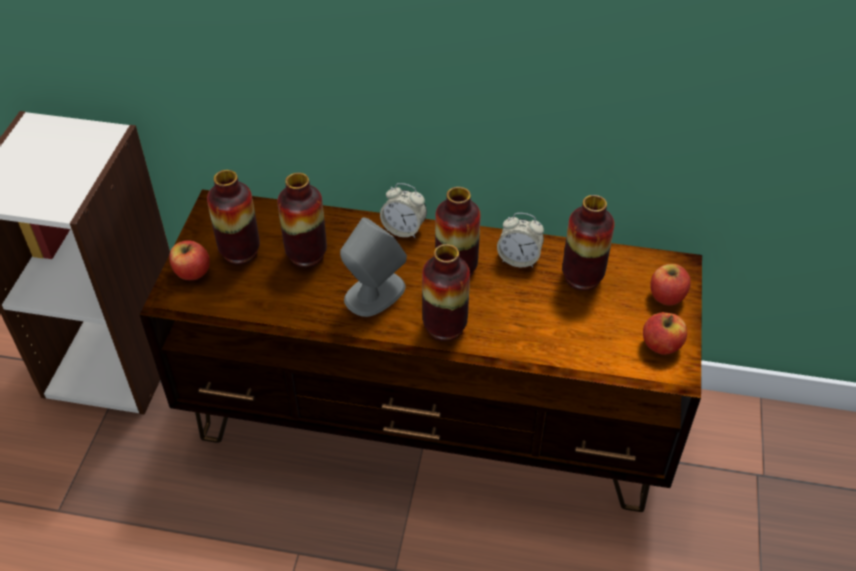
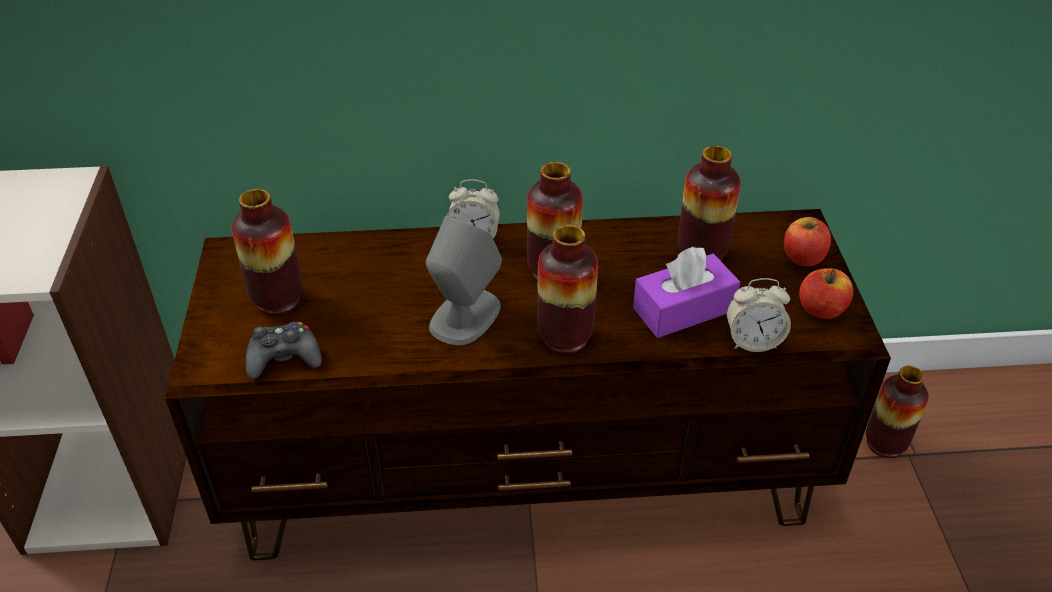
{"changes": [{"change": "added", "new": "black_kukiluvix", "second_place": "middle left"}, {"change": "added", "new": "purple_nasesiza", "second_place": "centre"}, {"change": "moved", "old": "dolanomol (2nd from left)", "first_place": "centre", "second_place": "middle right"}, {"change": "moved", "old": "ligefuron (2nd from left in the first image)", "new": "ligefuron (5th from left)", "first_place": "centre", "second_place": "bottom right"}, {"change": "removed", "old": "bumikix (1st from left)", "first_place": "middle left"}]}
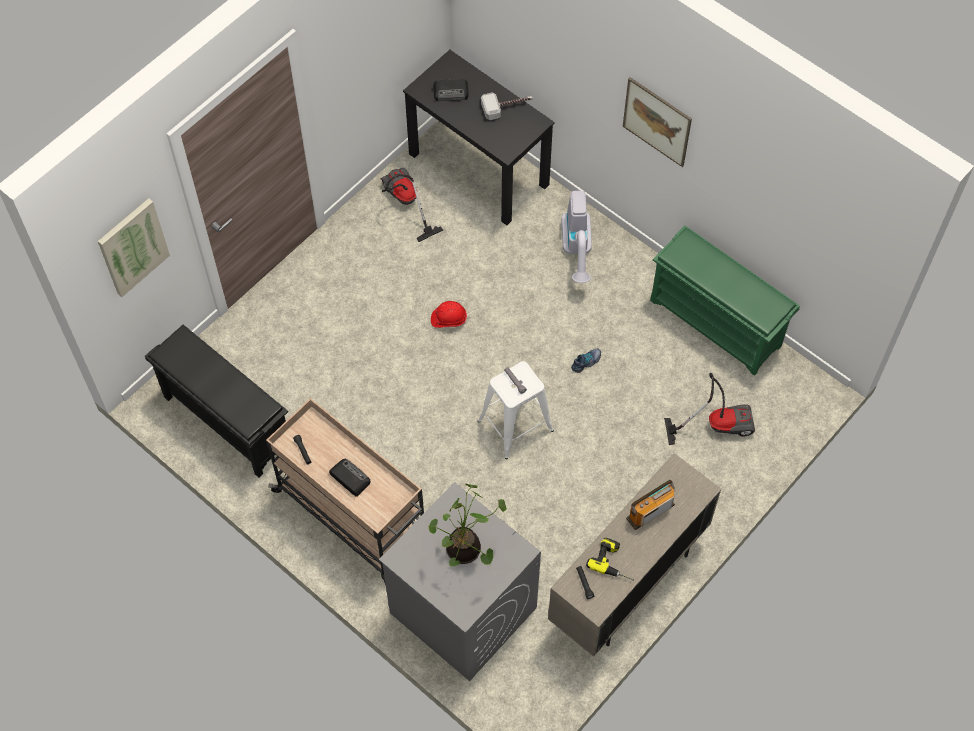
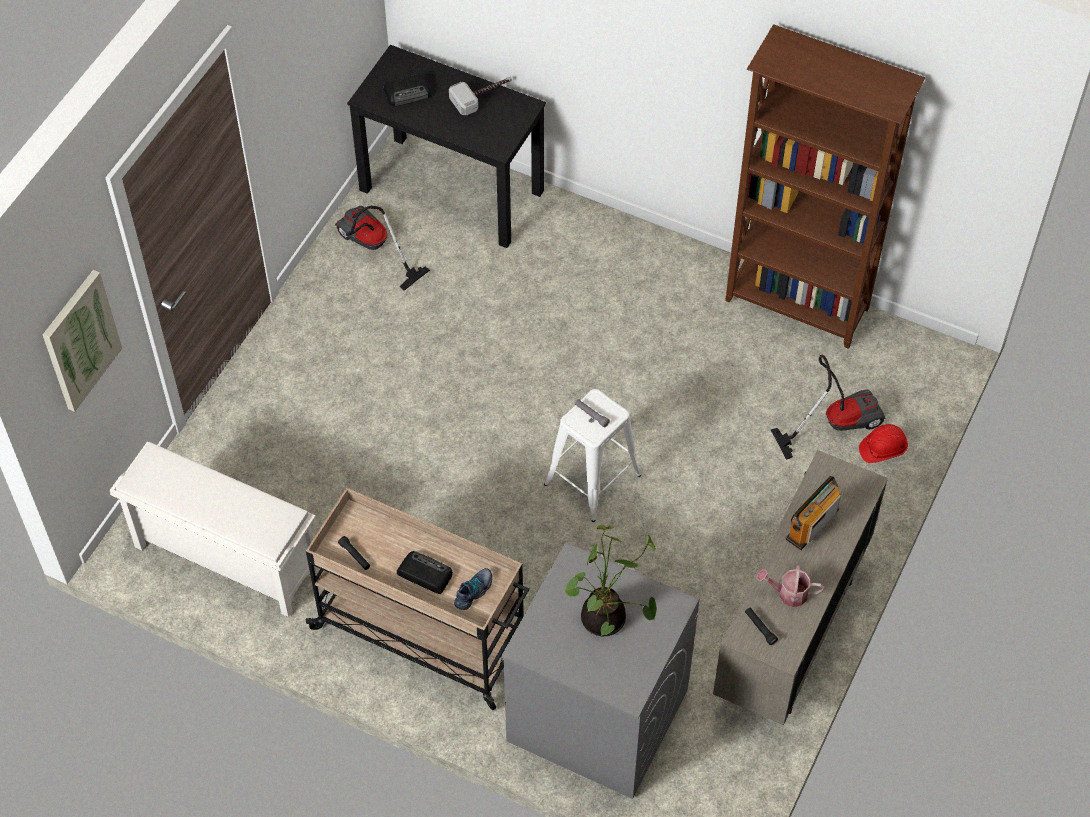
{"changes": [{"change": "recoloured", "old": "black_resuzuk", "new": "white_resuzuk", "first_place": "middle left", "second_place": "middle left"}, {"change": "moved", "old": "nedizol", "first_place": "centre", "second_place": "bottom centre"}, {"change": "replaced", "old": "green_resuzuk", "new": "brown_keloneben", "first_place": "middle right", "second_place": "top right"}, {"change": "replaced", "old": "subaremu", "new": "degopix", "first_place": "bottom centre", "second_place": "bottom right"}, {"change": "moved", "old": "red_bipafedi", "first_place": "centre", "second_place": "middle right"}, {"change": "removed", "old": "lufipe (2nd from left)", "first_place": "top centre"}, {"change": "removed", "old": "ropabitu (2nd from left)", "first_place": "top right"}]}
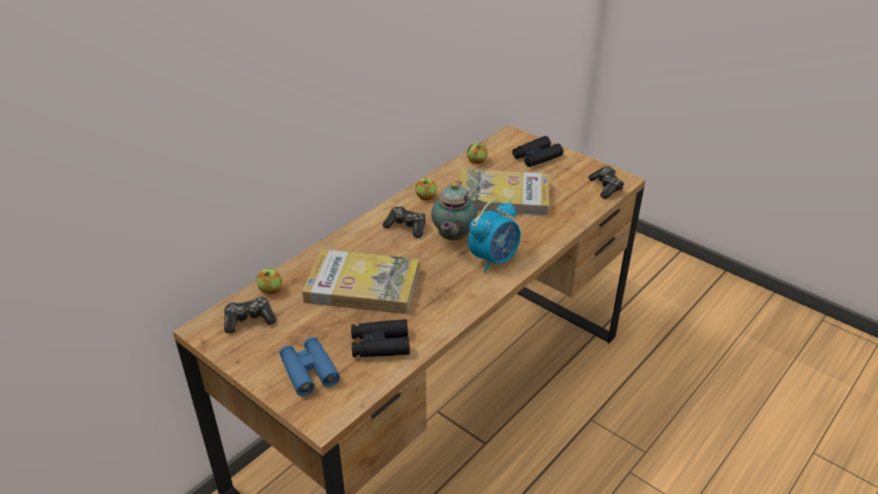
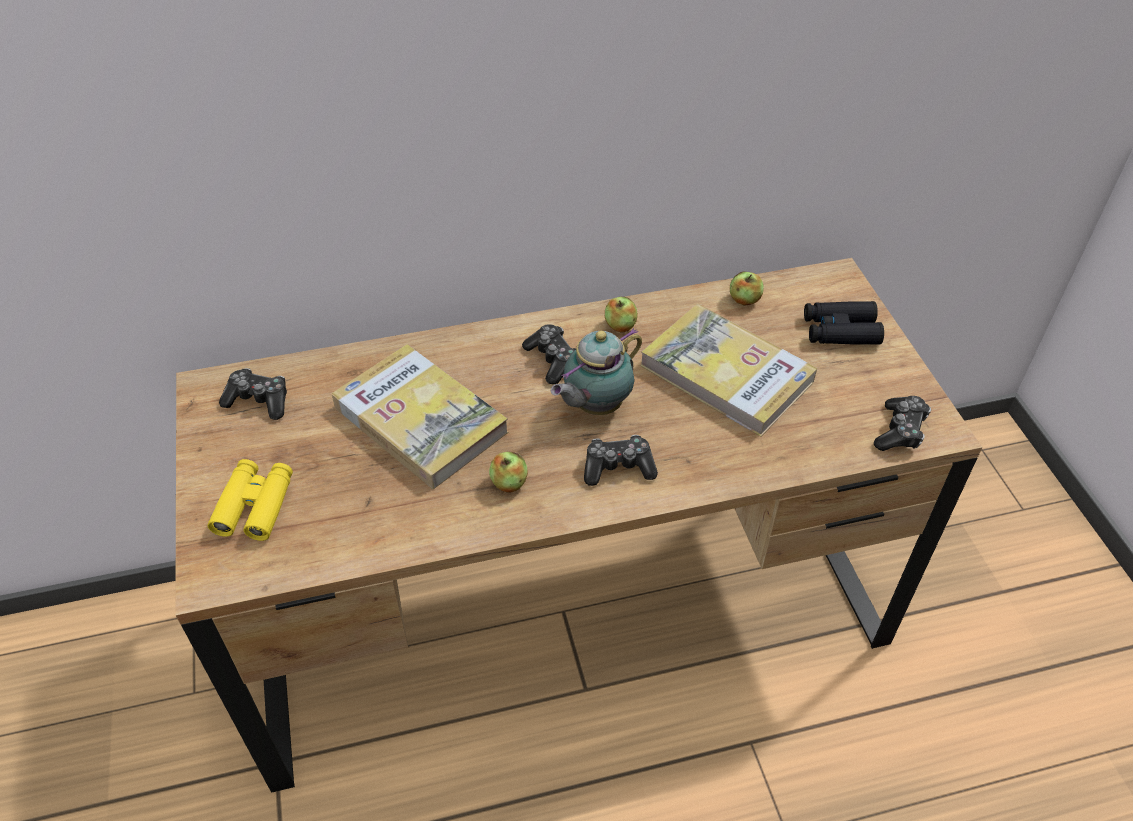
{"changes": [{"change": "recoloured", "old": "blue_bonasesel", "new": "yellow_bonasesel", "first_place": "bottom centre", "second_place": "middle left"}, {"change": "moved", "old": "bumikix (1st from left)", "first_place": "middle left", "second_place": "centre"}, {"change": "replaced", "old": "dolanomol", "new": "kukiluvix (3rd from left)", "first_place": "centre", "second_place": "centre"}, {"change": "removed", "old": "black_bonasesel (1st from left)", "first_place": "bottom centre"}]}
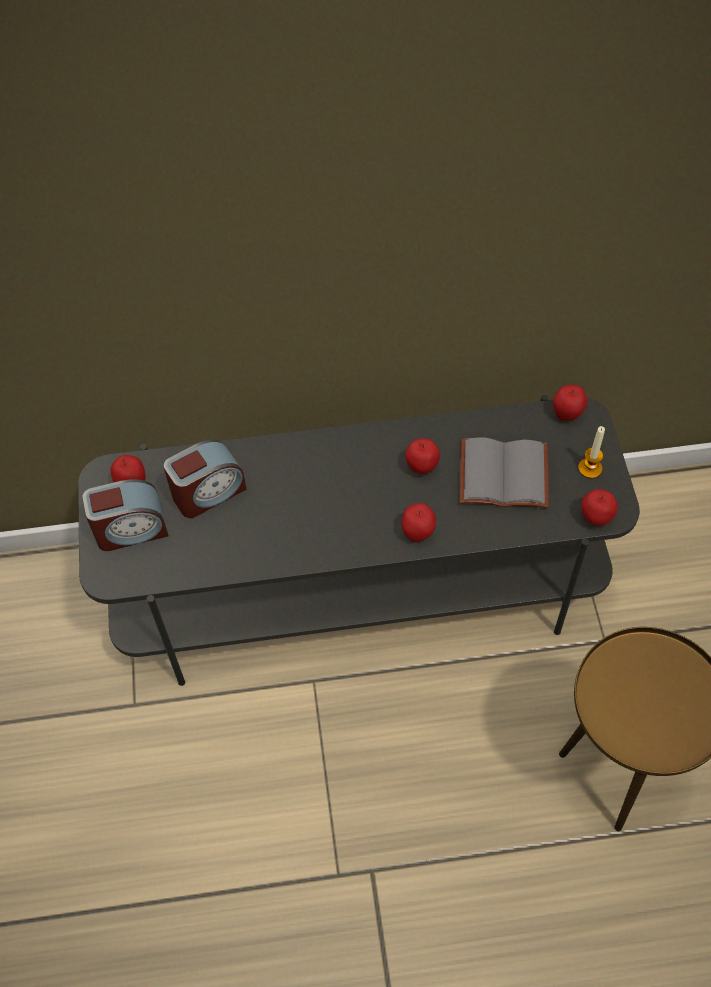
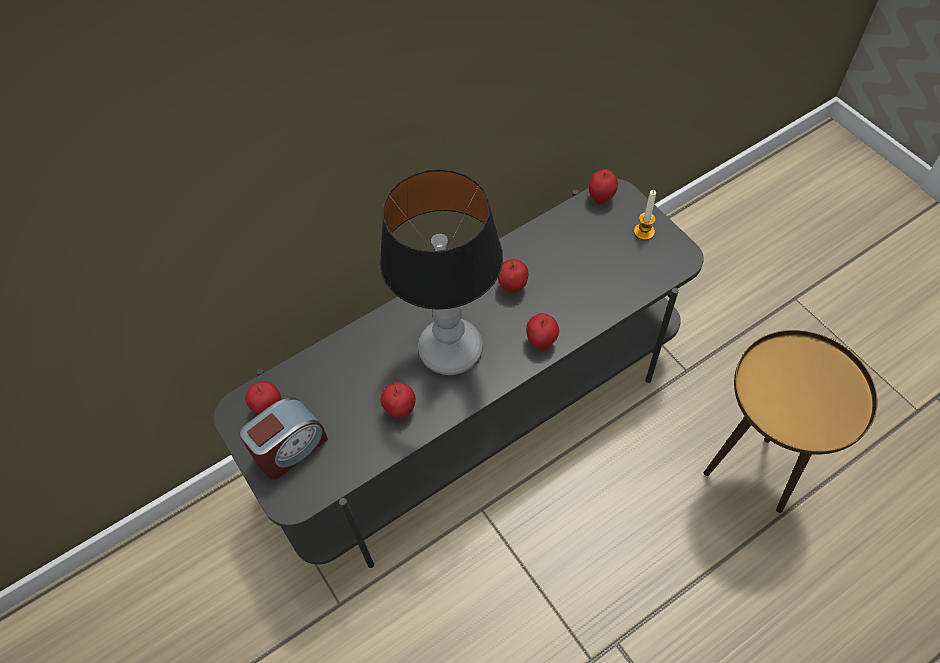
{"changes": [{"change": "added", "new": "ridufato", "second_place": "centre"}, {"change": "moved", "old": "bumikix (5th from left in the first image)", "new": "bumikix (2nd from left)", "first_place": "middle right", "second_place": "centre"}, {"change": "removed", "old": "dolanomol (2nd from left)", "first_place": "middle left"}, {"change": "removed", "old": "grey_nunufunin", "first_place": "middle right"}]}
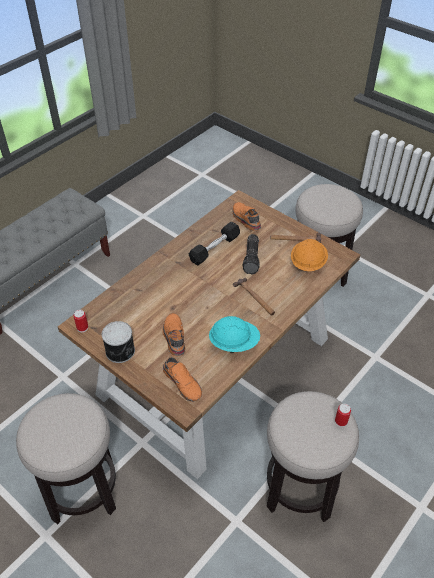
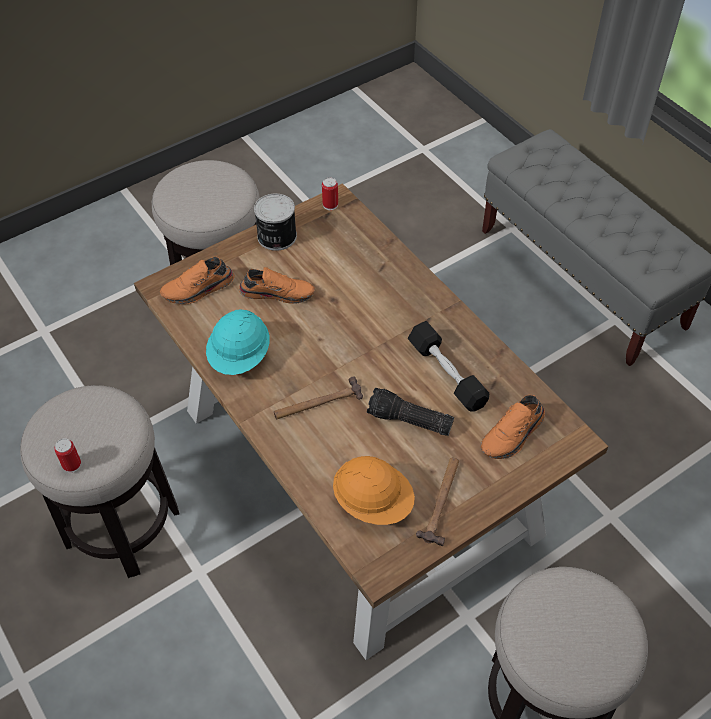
{"changes": [{"change": "turned", "old": "orange_nedizol (3rd from left)", "first_place": "centre", "second_place": "middle right", "degrees": 150}]}
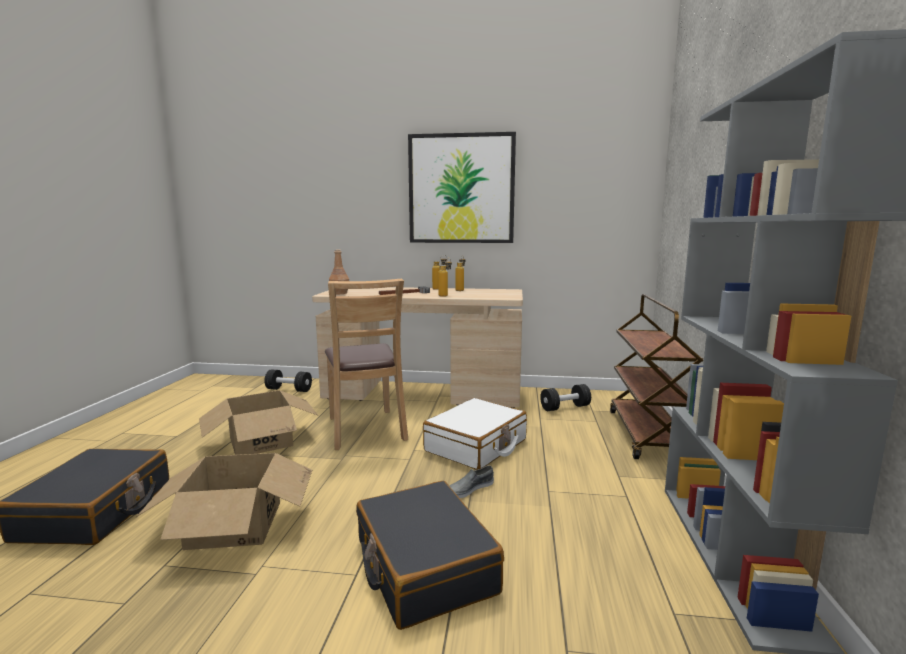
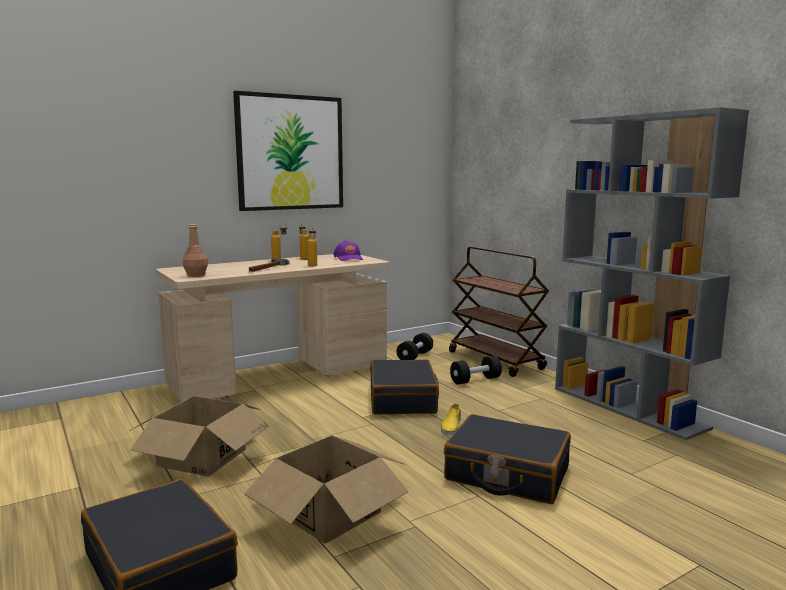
{"changes": [{"change": "added", "new": "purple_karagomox", "second_place": "centre"}, {"change": "recoloured", "old": "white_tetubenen", "new": "black_tetubenen (2nd from left)", "first_place": "centre", "second_place": "centre"}, {"change": "recoloured", "old": "grey_nedizol", "new": "yellow_nedizol", "first_place": "bottom centre", "second_place": "bottom centre"}, {"change": "moved", "old": "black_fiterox (1st from left in the first image)", "new": "black_fiterox (2nd from left)", "first_place": "middle left", "second_place": "centre"}, {"change": "removed", "old": "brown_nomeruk", "first_place": "centre"}]}
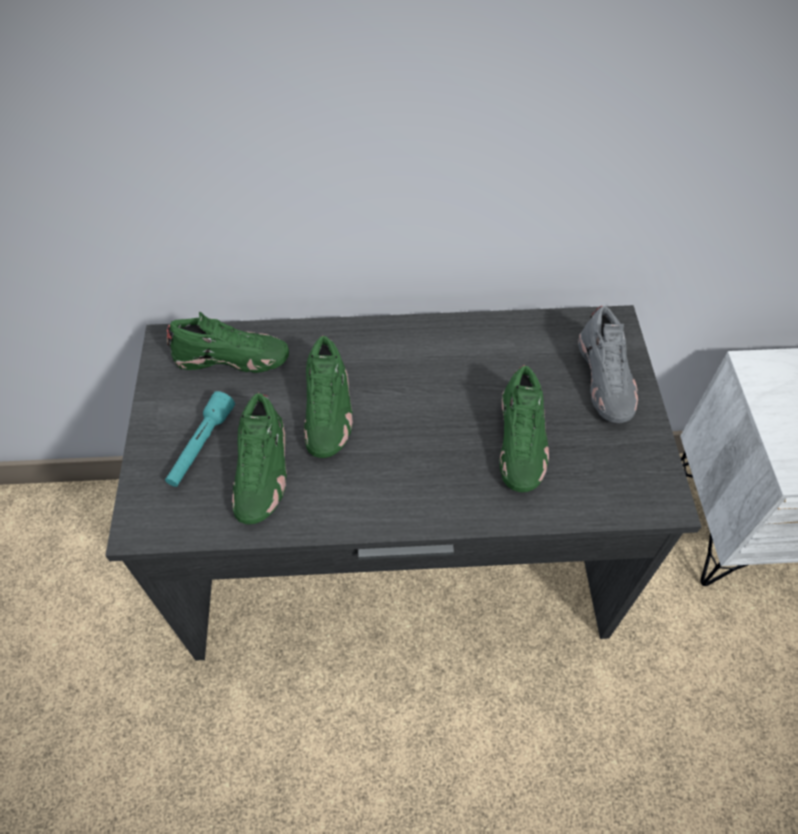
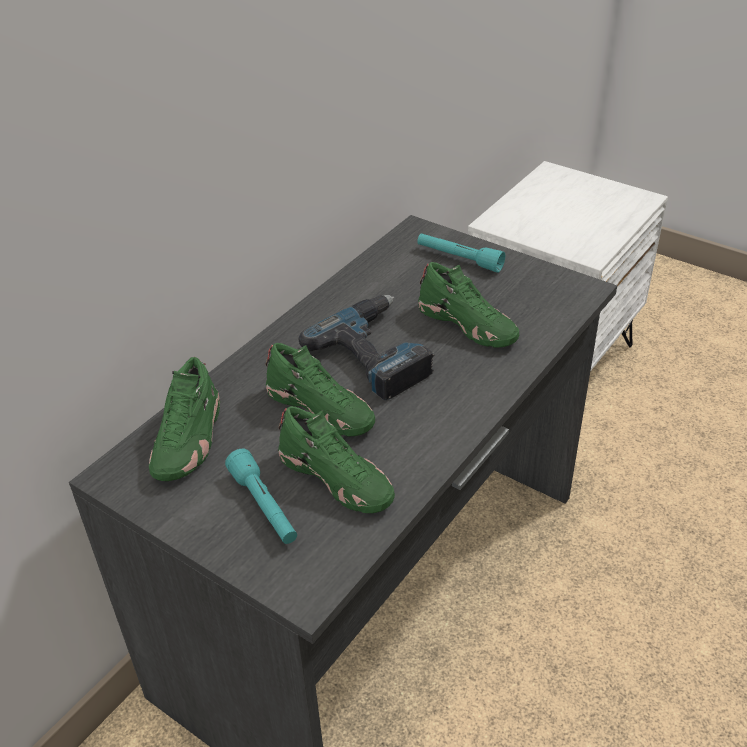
{"changes": [{"change": "turned", "old": "green_nedizol (1st from left)", "first_place": "middle left", "second_place": "middle left", "degrees": 150}, {"change": "added", "new": "subaremu", "second_place": "centre"}, {"change": "replaced", "old": "grey_nedizol", "new": "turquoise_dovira (2nd from left)", "first_place": "middle right", "second_place": "centre"}]}
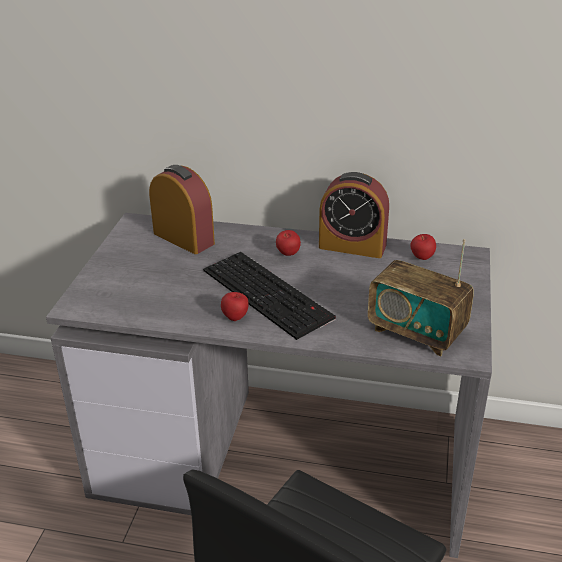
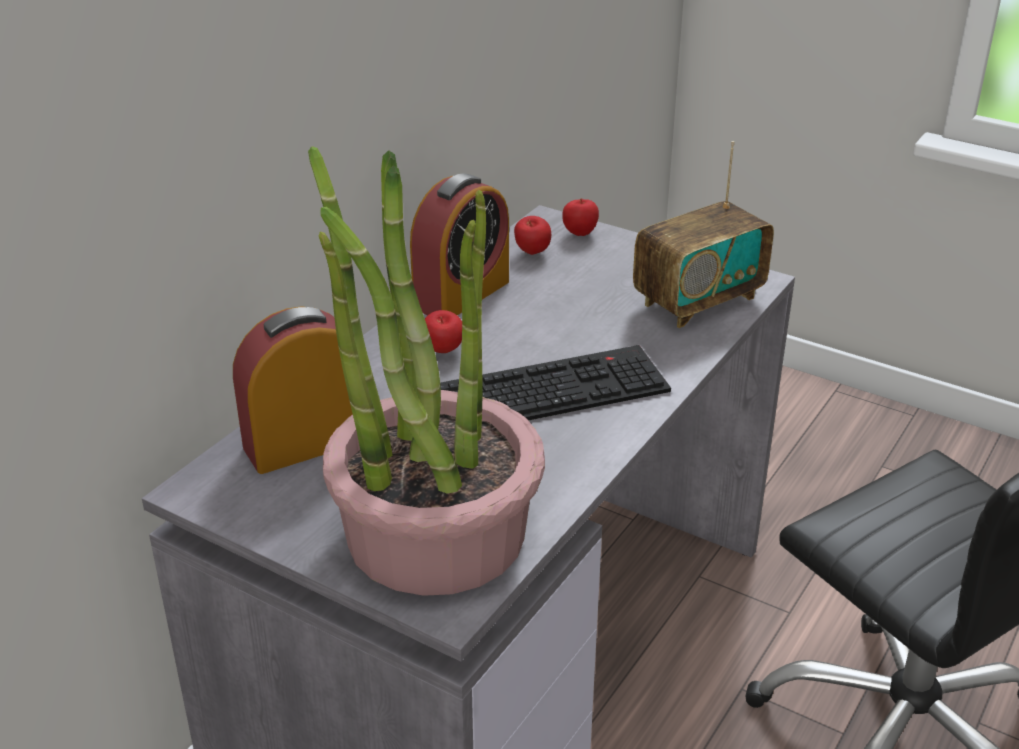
{"changes": [{"change": "added", "new": "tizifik", "second_place": "centre"}, {"change": "moved", "old": "bumikix (1st from left in the first image)", "new": "bumikix (3rd from left)", "first_place": "centre", "second_place": "top centre"}]}
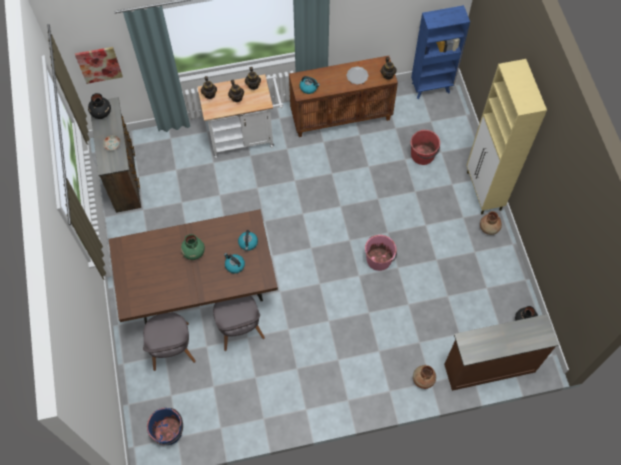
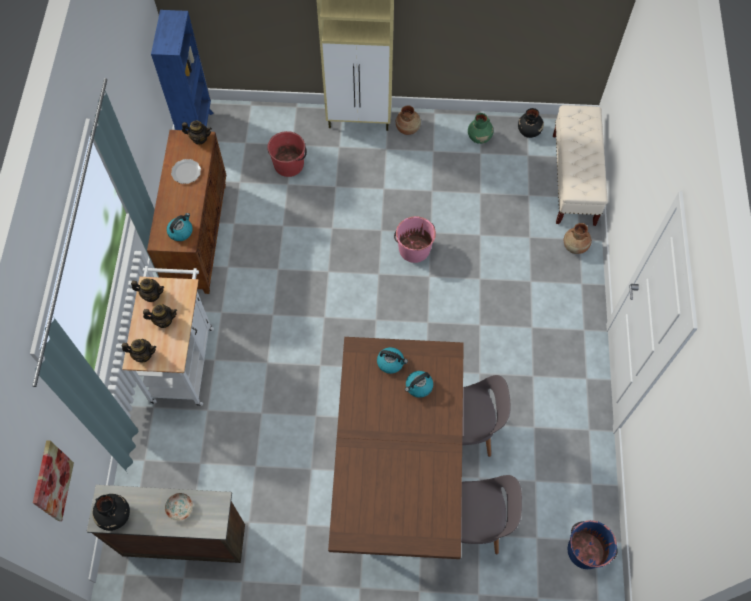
{"changes": [{"change": "moved", "old": "green_ligefuron", "first_place": "middle left", "second_place": "top centre"}, {"change": "replaced", "old": "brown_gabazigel (2nd from left)", "new": "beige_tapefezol", "first_place": "bottom right", "second_place": "top right"}]}
